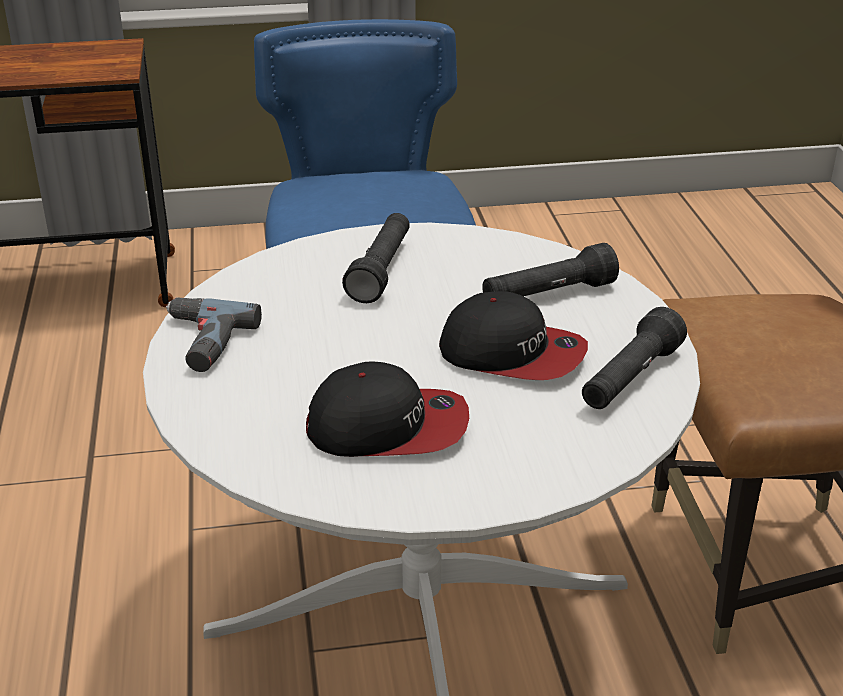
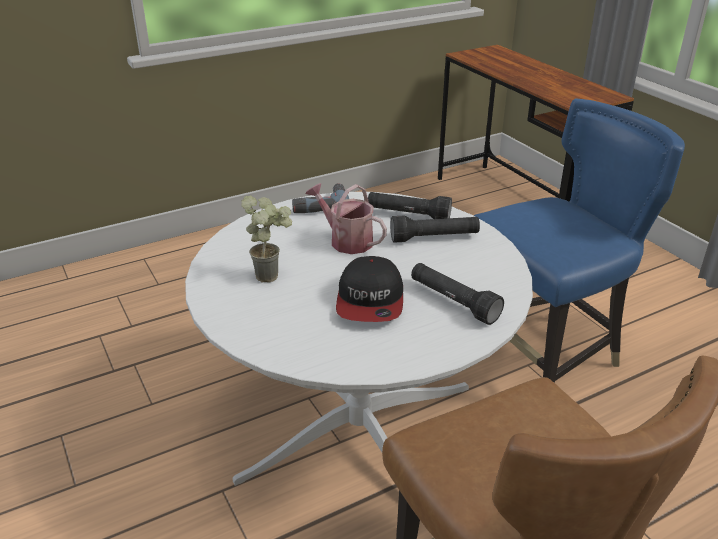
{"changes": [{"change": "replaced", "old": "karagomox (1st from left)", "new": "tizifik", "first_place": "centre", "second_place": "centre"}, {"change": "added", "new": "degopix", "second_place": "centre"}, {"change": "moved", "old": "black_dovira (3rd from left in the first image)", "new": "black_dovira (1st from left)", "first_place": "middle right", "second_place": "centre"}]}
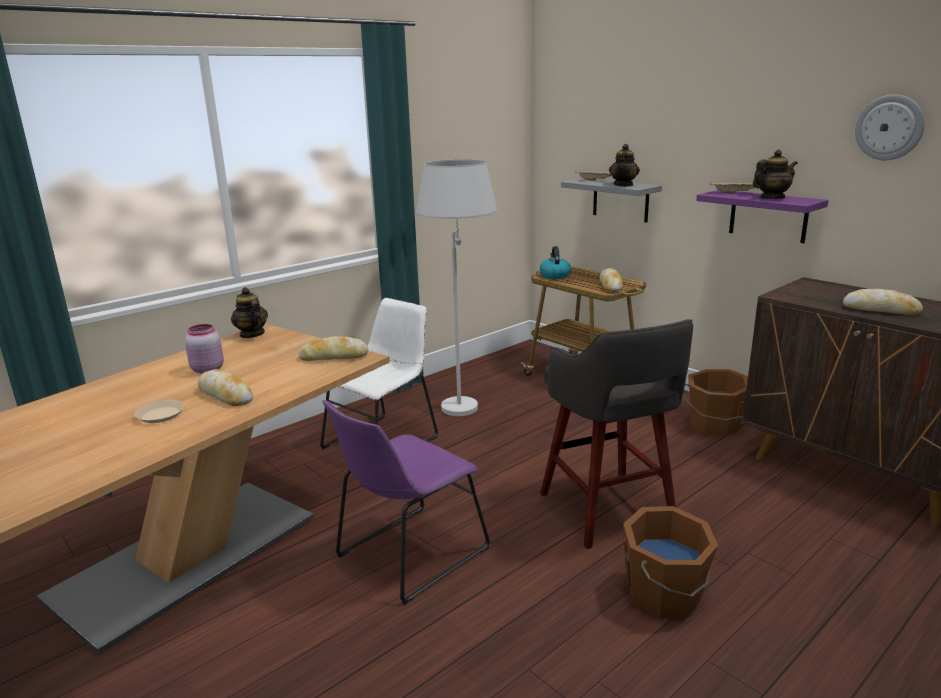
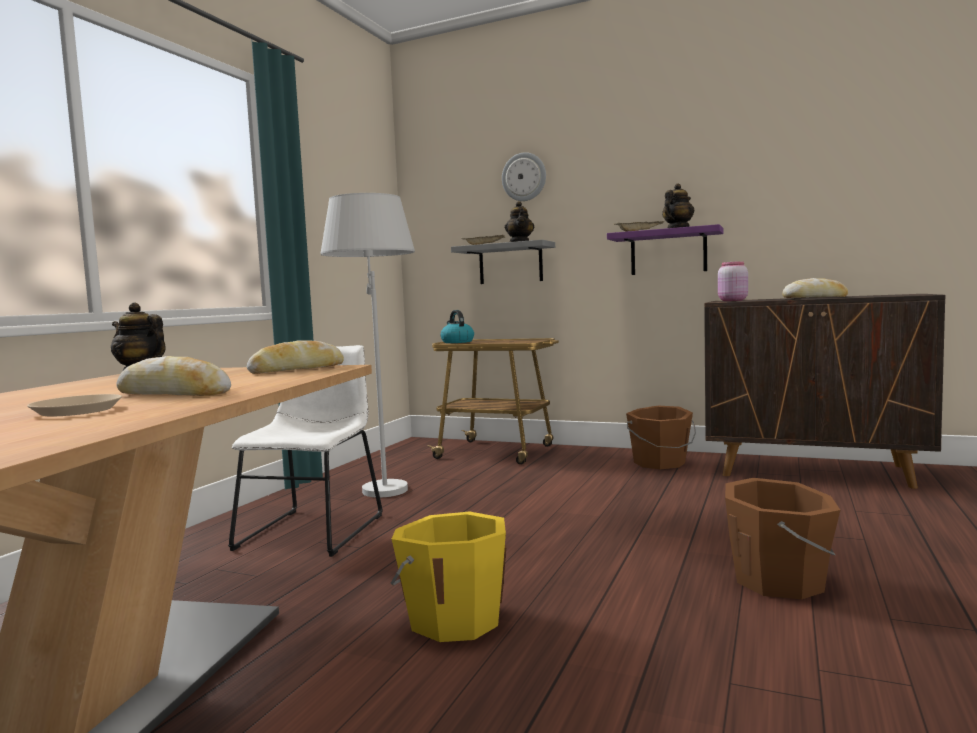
{"changes": [{"change": "replaced", "old": "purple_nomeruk", "new": "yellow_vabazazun", "first_place": "bottom centre", "second_place": "bottom centre"}, {"change": "moved", "old": "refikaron", "first_place": "top right", "second_place": "top centre"}, {"change": "moved", "old": "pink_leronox", "first_place": "middle left", "second_place": "middle right"}, {"change": "removed", "old": "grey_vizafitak", "first_place": "centre"}, {"change": "removed", "old": "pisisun (3rd from left)", "first_place": "centre"}]}
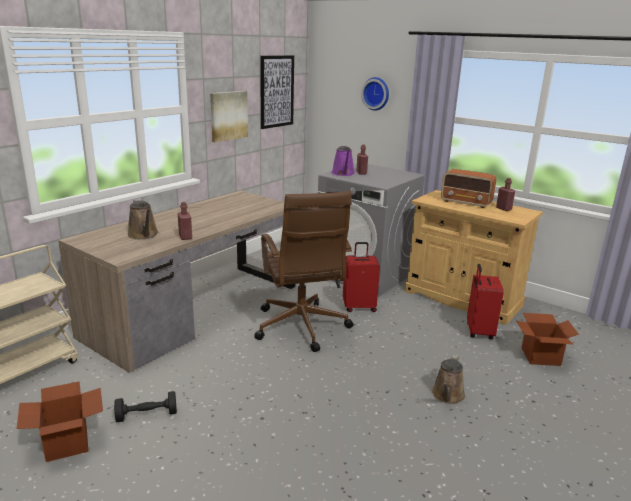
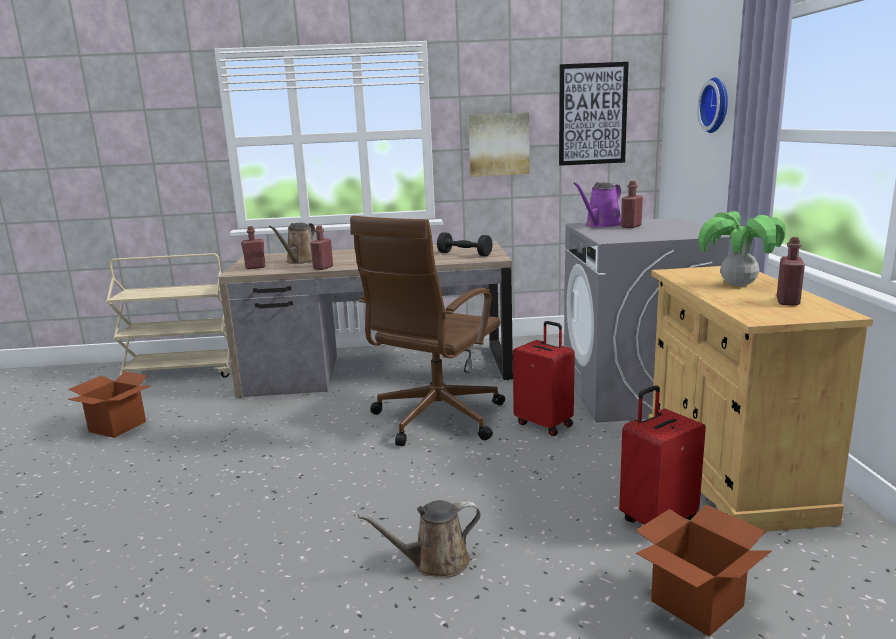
{"changes": [{"change": "added", "new": "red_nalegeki (1st from left)", "second_place": "middle left"}, {"change": "moved", "old": "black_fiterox", "first_place": "bottom left", "second_place": "centre"}, {"change": "replaced", "old": "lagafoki", "new": "tizifik", "first_place": "middle right", "second_place": "middle right"}]}
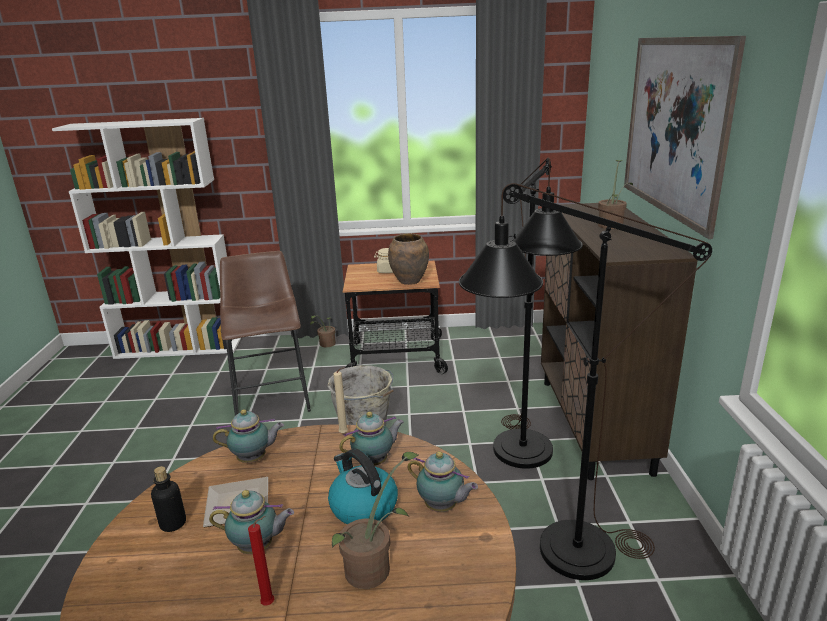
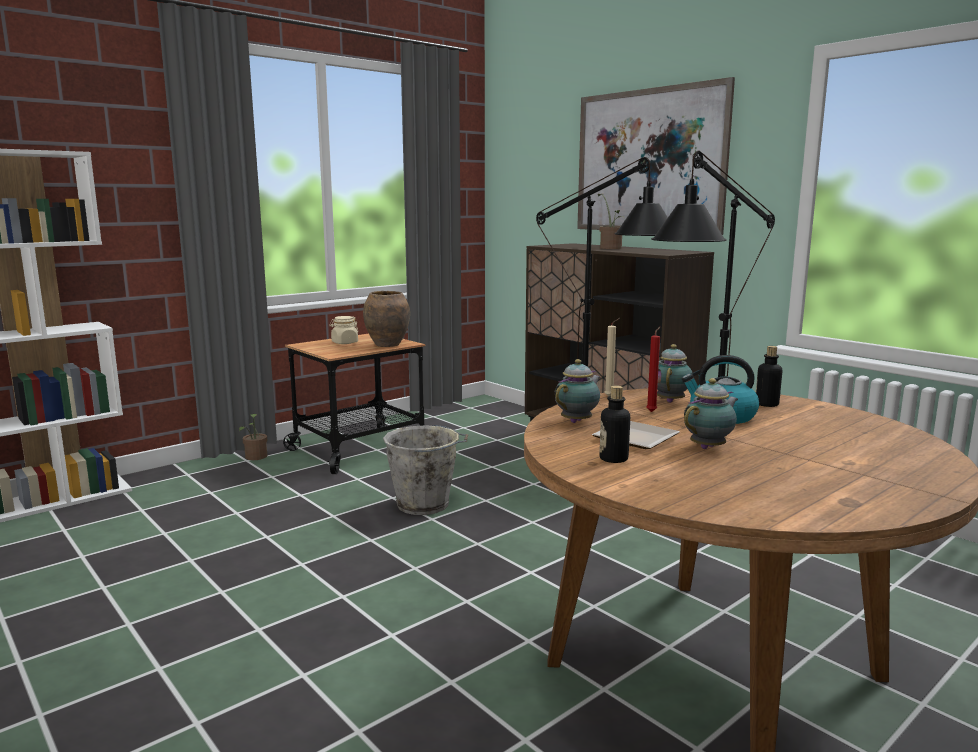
{"changes": [{"change": "moved", "old": "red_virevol", "first_place": "bottom left", "second_place": "middle right"}, {"change": "replaced", "old": "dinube (4th from left)", "new": "nalegeki (2nd from left)", "first_place": "bottom centre", "second_place": "middle right"}, {"change": "removed", "old": "brown_vizafitak", "first_place": "middle left"}, {"change": "removed", "old": "tizifik (2nd from left)", "first_place": "bottom centre"}]}
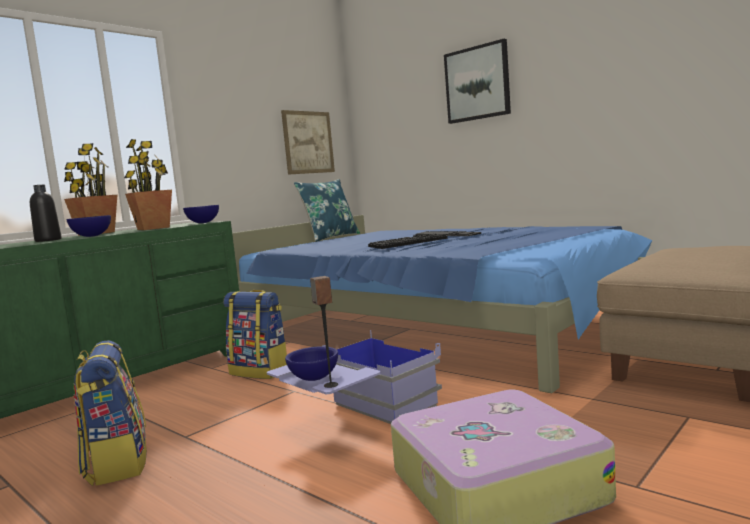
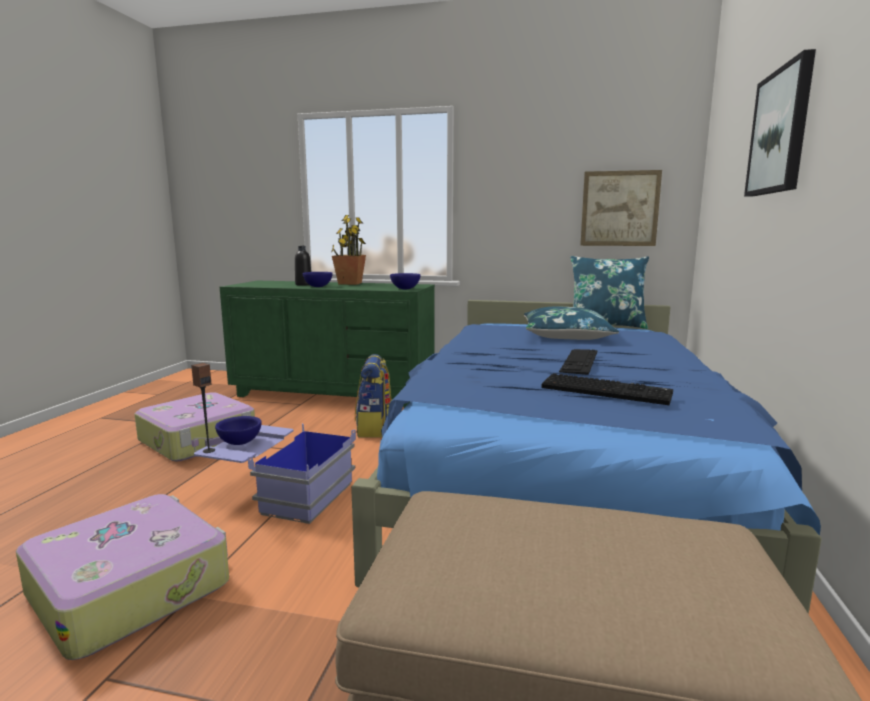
{"changes": [{"change": "replaced", "old": "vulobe (1st from left)", "new": "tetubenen (2nd from left)", "first_place": "bottom left", "second_place": "middle left"}, {"change": "added", "new": "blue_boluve (1st from left)", "second_place": "centre"}, {"change": "moved", "old": "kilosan (1st from left in the first image)", "new": "kilosan (2nd from left)", "first_place": "centre", "second_place": "middle right"}, {"change": "removed", "old": "tizifik (2nd from left)", "first_place": "middle left"}]}
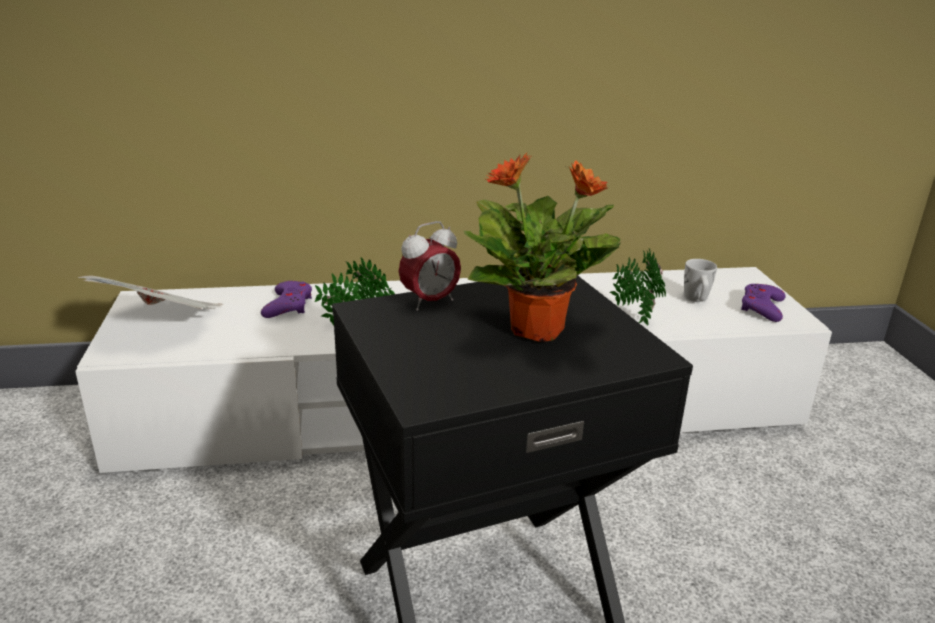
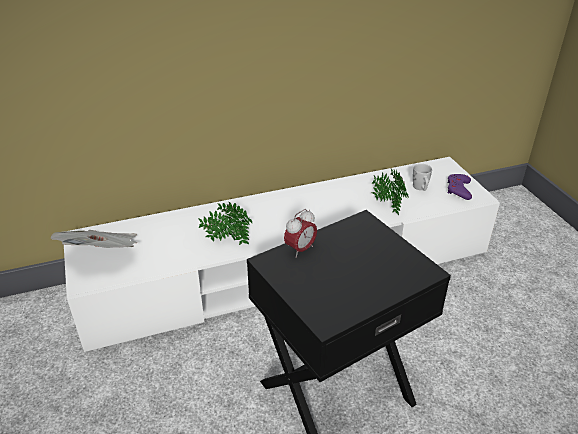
{"changes": [{"change": "removed", "old": "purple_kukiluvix (1st from left)", "first_place": "middle left"}, {"change": "removed", "old": "tizifik (2nd from left)", "first_place": "centre"}]}
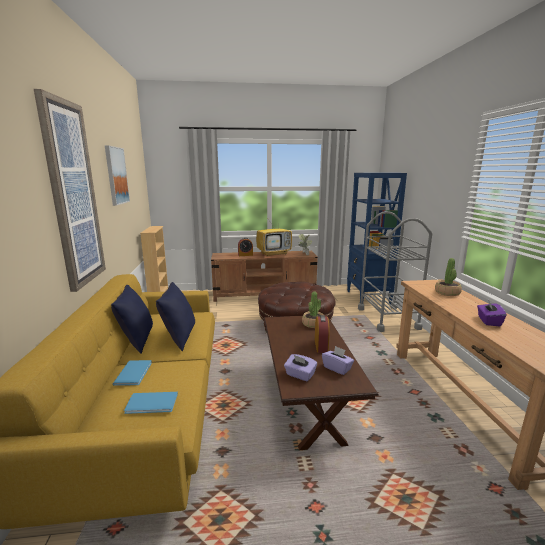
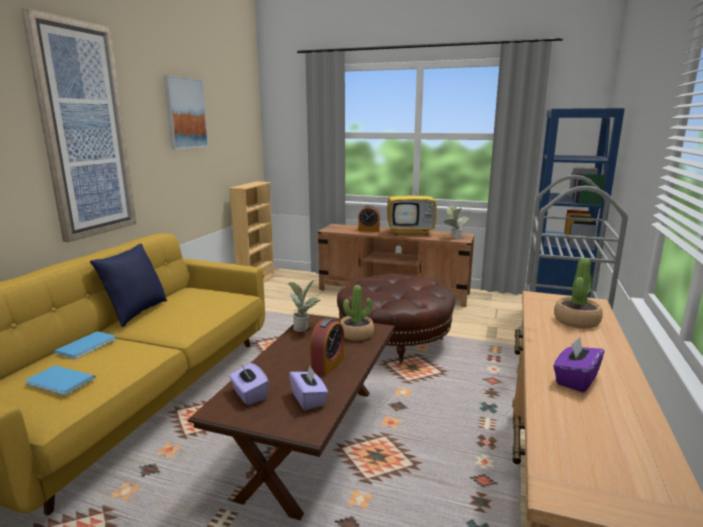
{"changes": [{"change": "added", "new": "tizifik (1st from left)", "second_place": "centre"}, {"change": "removed", "old": "blue_boluve (2nd from left)", "first_place": "middle left"}]}
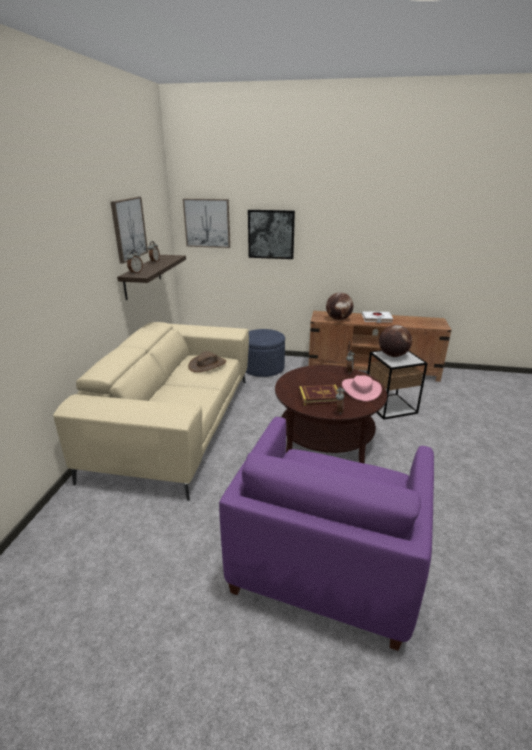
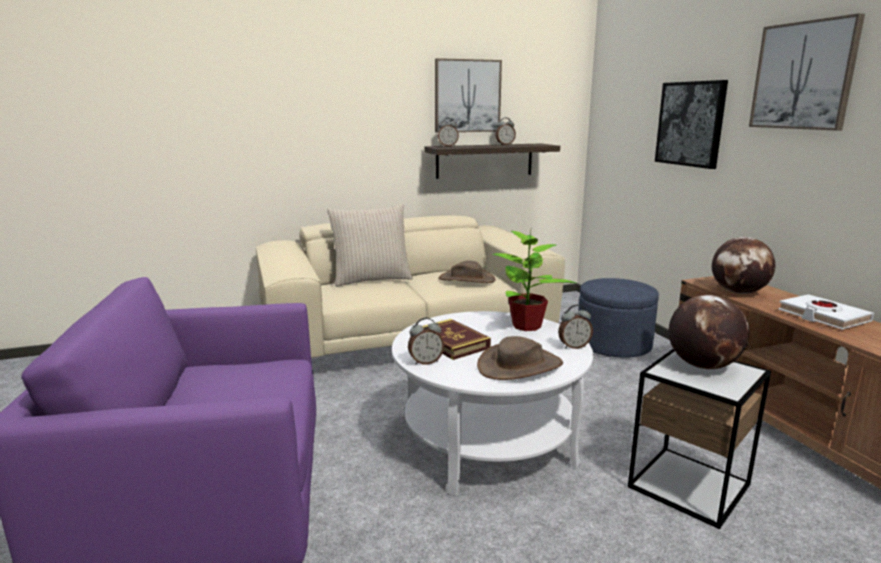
{"changes": [{"change": "added", "new": "beige_boluve", "second_place": "centre"}, {"change": "recoloured", "old": "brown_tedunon", "new": "white_tedunon", "first_place": "centre", "second_place": "bottom centre"}, {"change": "recoloured", "old": "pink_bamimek", "new": "brown_bamimek (2nd from left)", "first_place": "middle right", "second_place": "centre"}, {"change": "added", "new": "tizifik", "second_place": "centre"}, {"change": "moved", "old": "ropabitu (2nd from left in the first image)", "new": "ropabitu (3rd from left)", "first_place": "top centre", "second_place": "top right"}]}
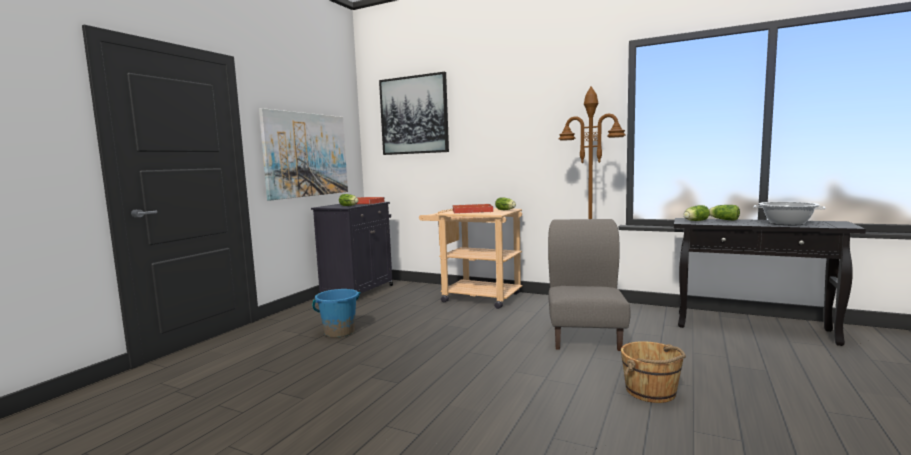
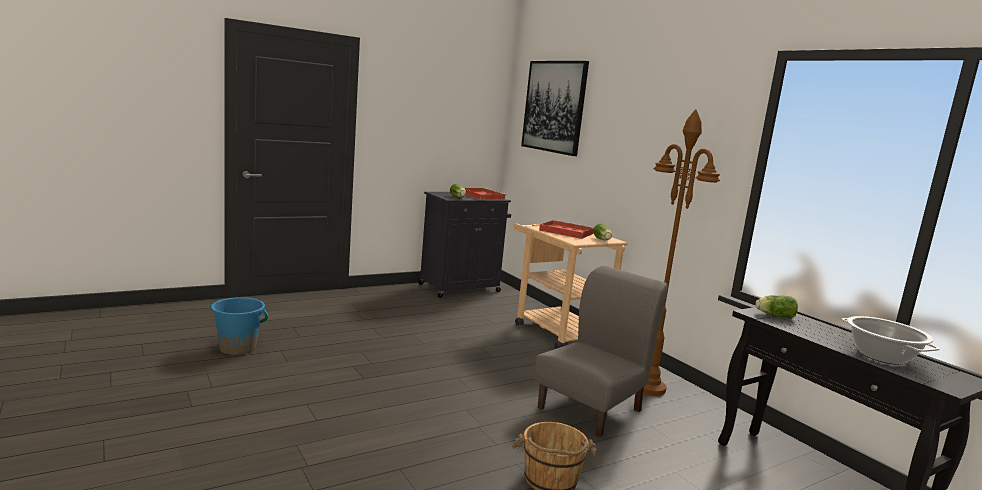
{"changes": [{"change": "moved", "old": "blue_vabazazun", "first_place": "bottom centre", "second_place": "middle left"}, {"change": "removed", "old": "ropabitu (1st from left)", "first_place": "middle left"}, {"change": "removed", "old": "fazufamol (4th from left)", "first_place": "middle right"}]}
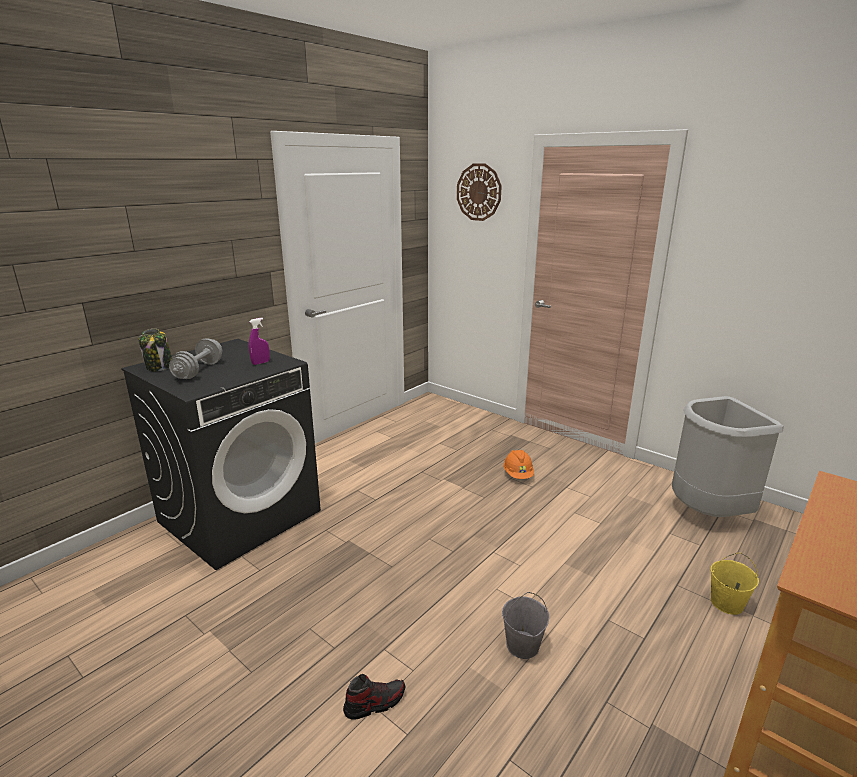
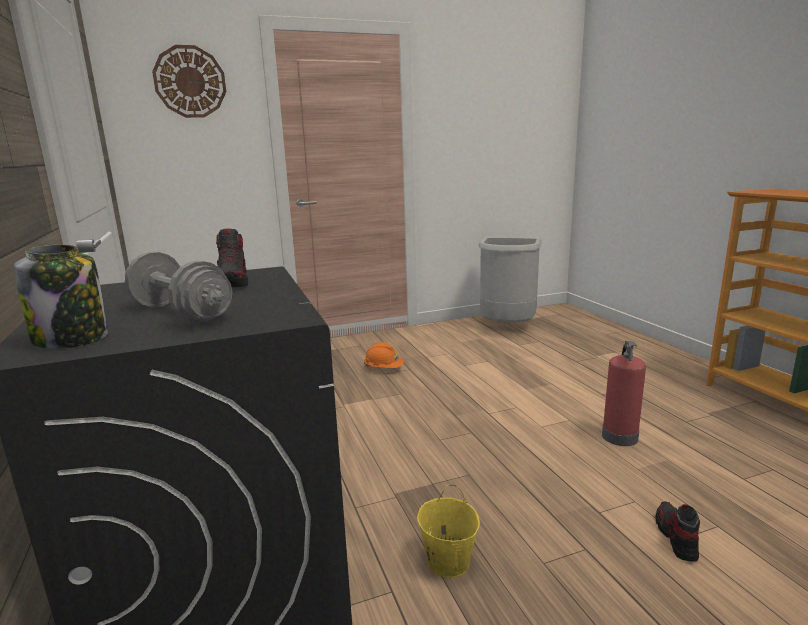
{"changes": [{"change": "replaced", "old": "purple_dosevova", "new": "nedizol (1st from left)", "first_place": "middle left", "second_place": "middle left"}, {"change": "moved", "old": "yellow_vabazazun", "first_place": "bottom right", "second_place": "bottom centre"}, {"change": "replaced", "old": "grey_vabazazun", "new": "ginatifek", "first_place": "bottom centre", "second_place": "middle right"}]}
